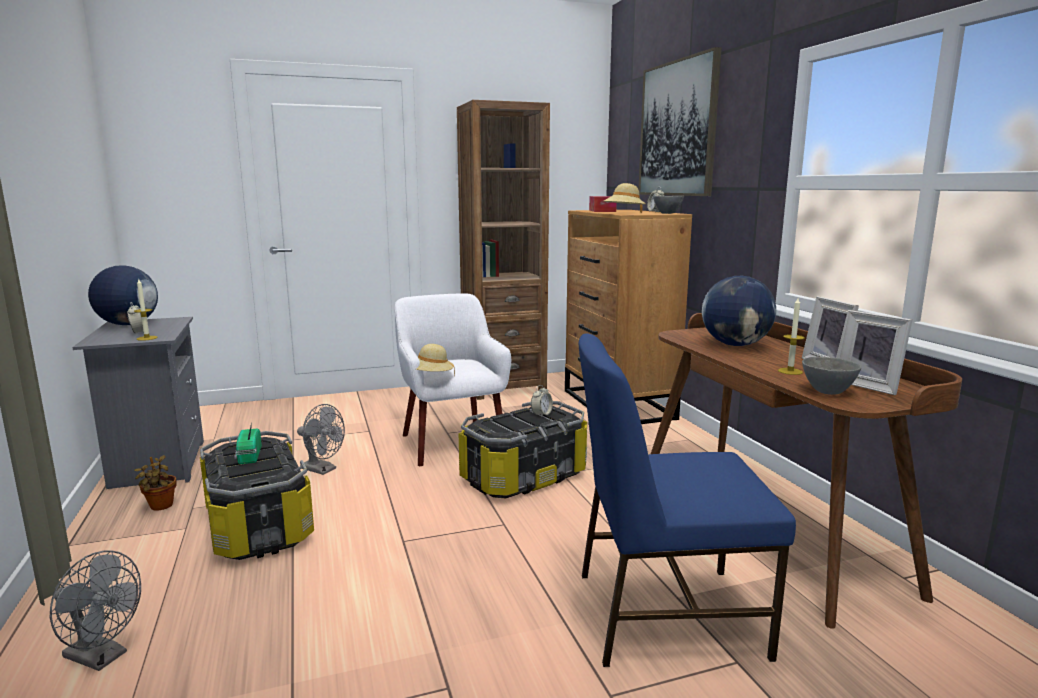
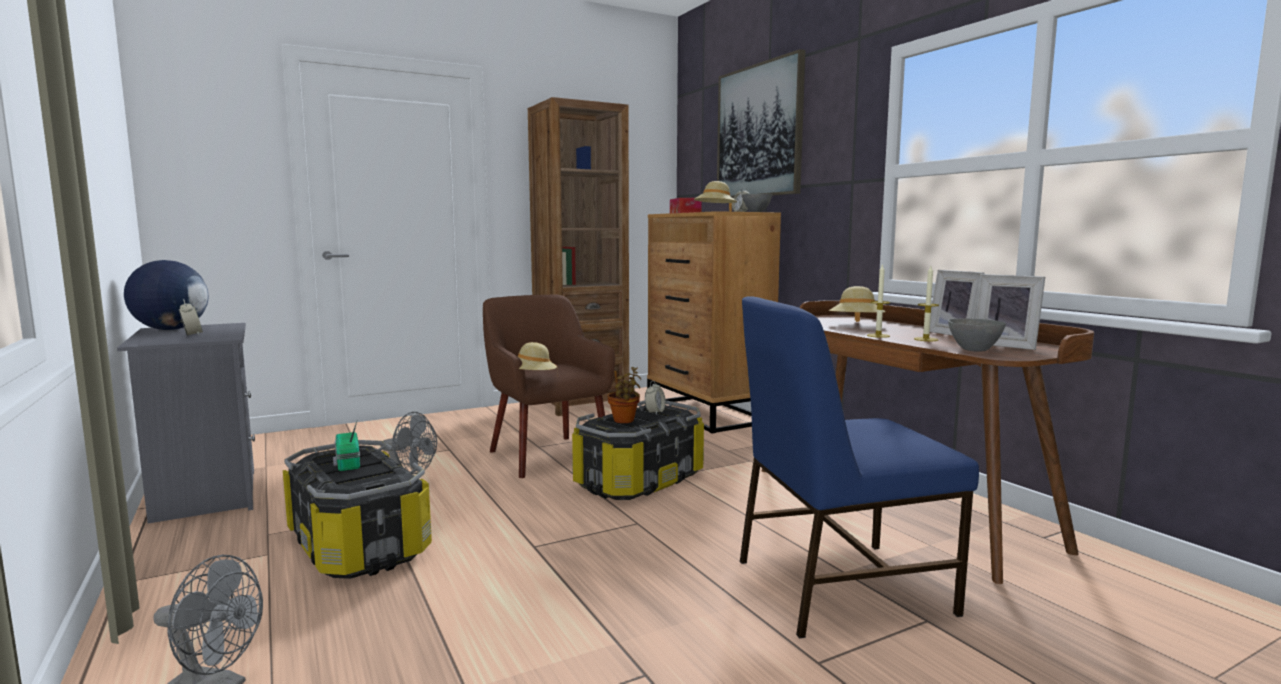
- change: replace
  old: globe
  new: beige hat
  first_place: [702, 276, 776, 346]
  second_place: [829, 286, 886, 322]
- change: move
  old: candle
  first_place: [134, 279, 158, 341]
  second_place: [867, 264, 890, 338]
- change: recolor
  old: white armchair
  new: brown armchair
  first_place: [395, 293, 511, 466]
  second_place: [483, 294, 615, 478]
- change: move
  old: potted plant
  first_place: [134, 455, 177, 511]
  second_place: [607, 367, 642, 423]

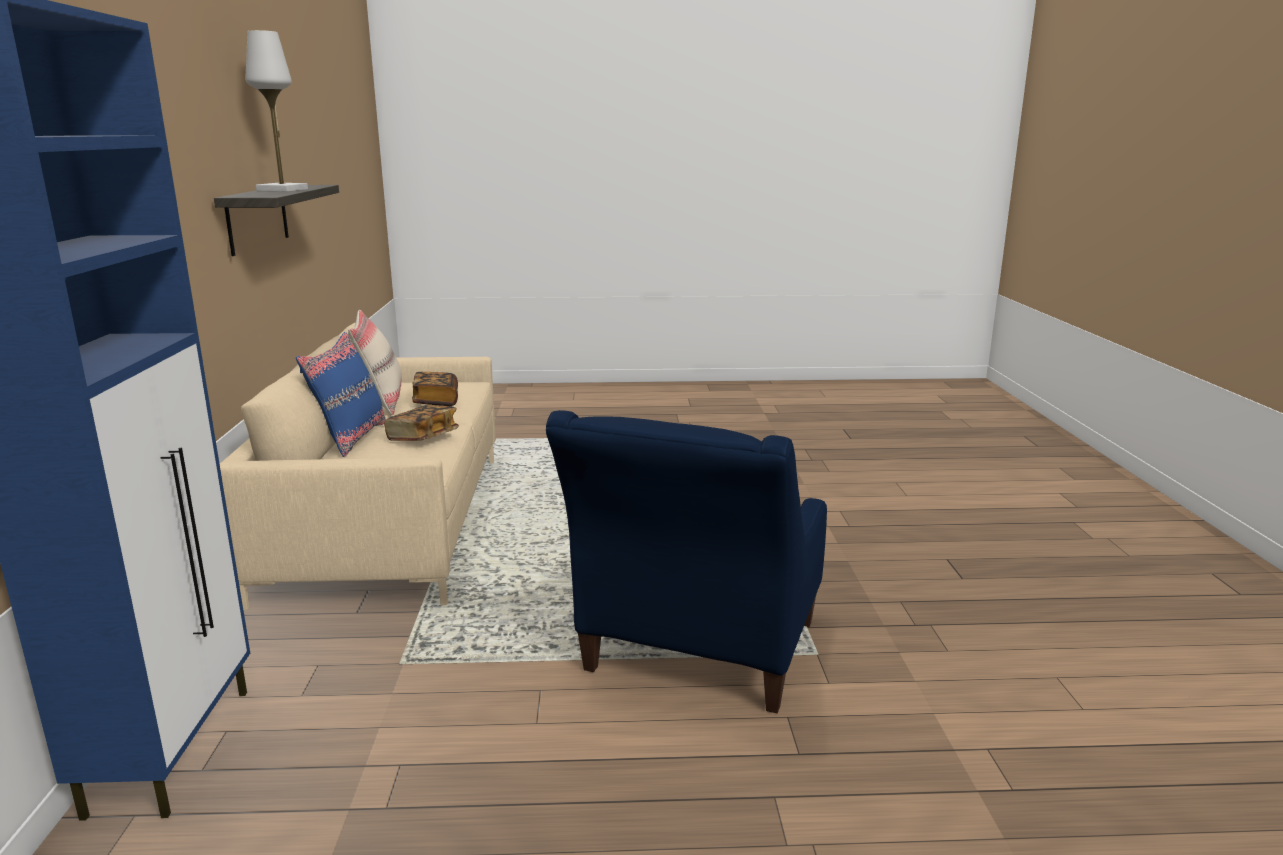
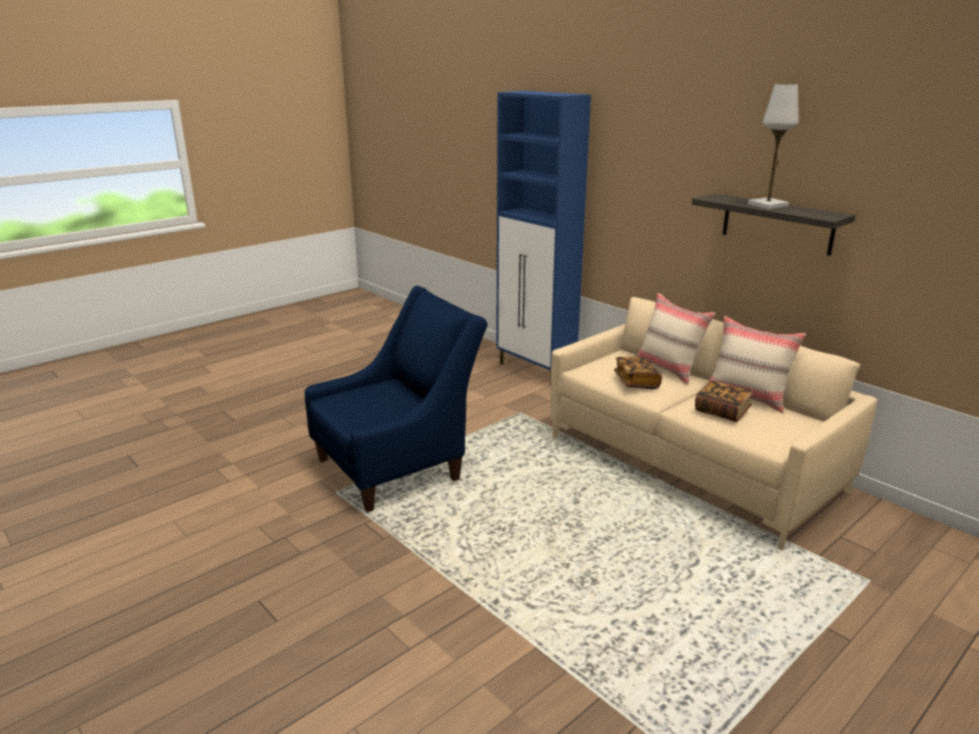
- change: recolor
  old: blue pillow
  new: beige pillow
  first_place: [296, 332, 386, 457]
  second_place: [636, 293, 715, 384]
- change: rotate
  old: blue armchair
  first_place: [546, 410, 827, 713]
  second_place: [305, 286, 488, 513]
  degrees: 75

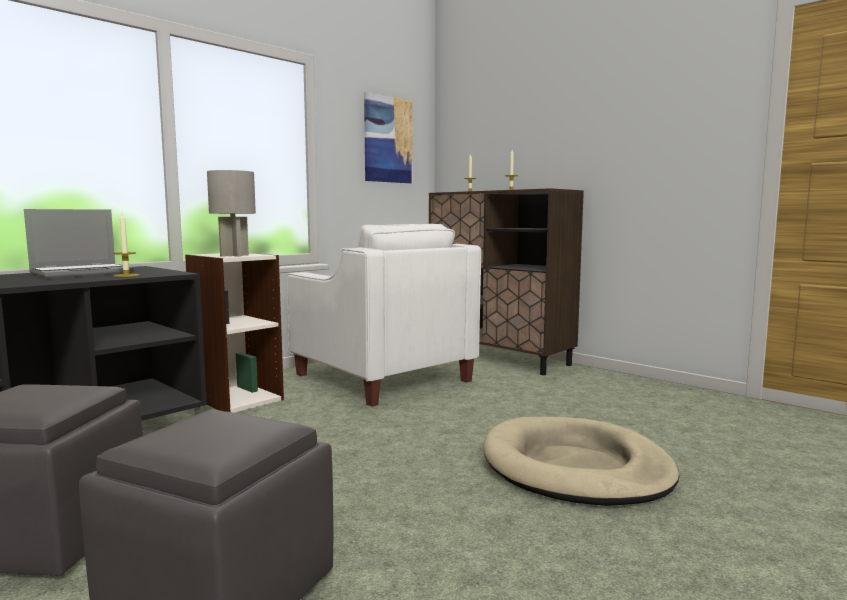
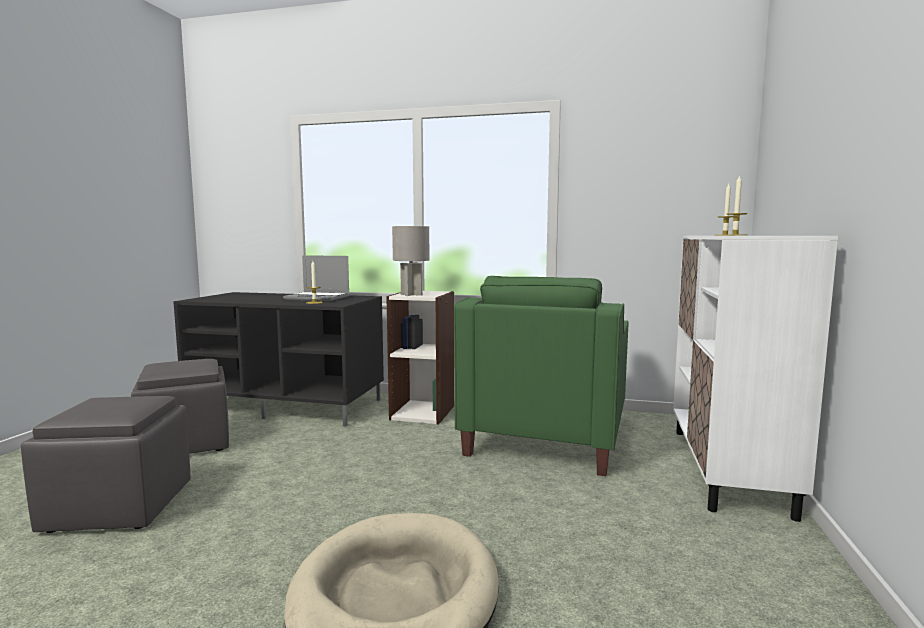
- change: delete
  old: picture
  first_place: [364, 92, 413, 183]
- change: recolor
  old: brown cabinet
  new: white cabinet
  first_place: [429, 188, 584, 375]
  second_place: [673, 236, 838, 522]
- change: recolor
  old: white armchair
  new: green armchair
  first_place: [286, 224, 481, 407]
  second_place: [454, 276, 629, 476]

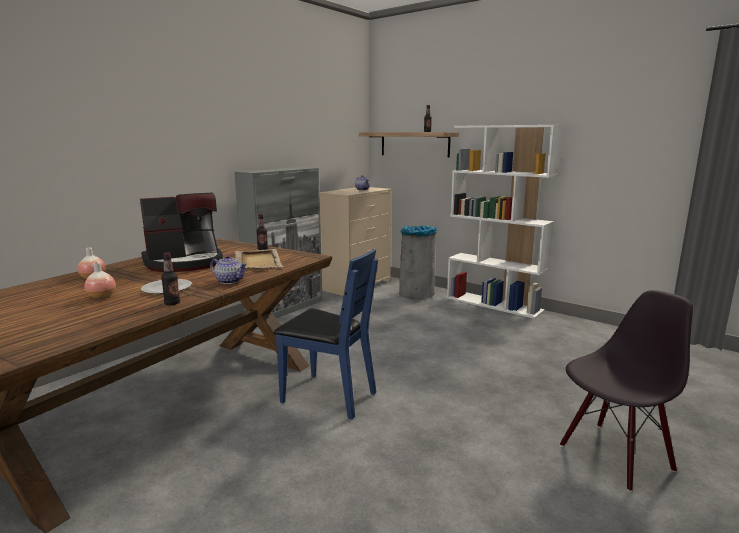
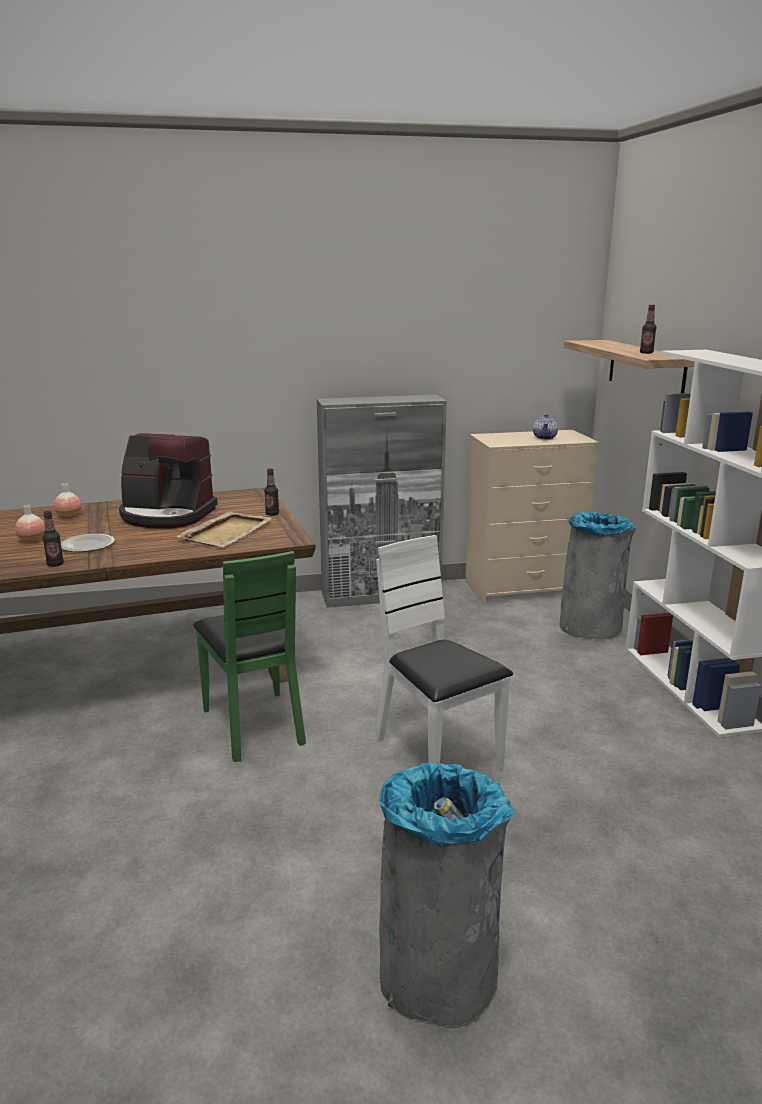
- change: recolor
  old: blue chair
  new: green chair
  first_place: [274, 249, 378, 419]
  second_place: [193, 551, 306, 762]
- change: delete
  old: teapot
  first_place: [210, 255, 247, 284]
- change: replace
  old: black chair
  new: grey trash can
  first_place: [560, 290, 693, 492]
  second_place: [379, 763, 515, 1026]
- change: insert
  new: white chair
  second_place: [375, 535, 513, 769]

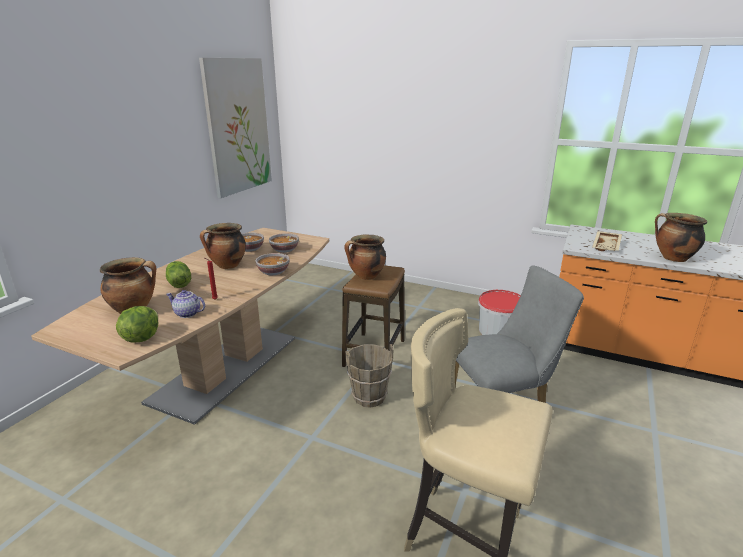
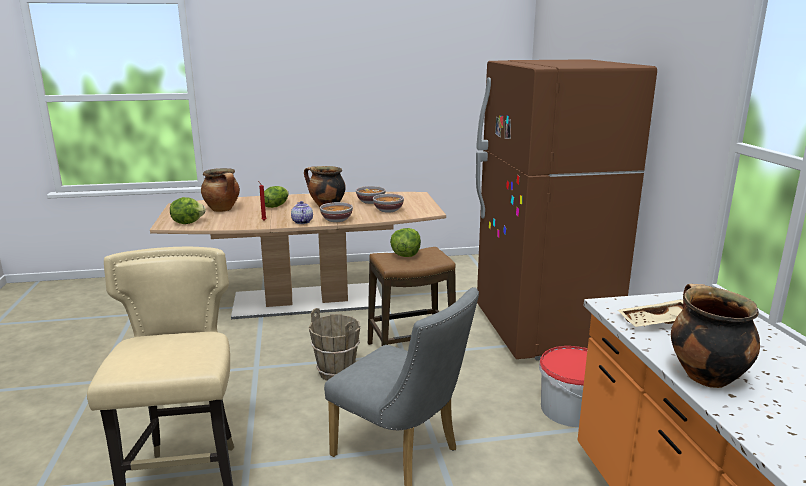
- change: delete
  old: picture
  first_place: [199, 58, 272, 198]
- change: replace
  old: cooking pot
  new: lettuce
  first_place: [344, 235, 386, 280]
  second_place: [390, 228, 421, 257]
- change: move
  old: teapot
  first_place: [166, 290, 205, 318]
  second_place: [291, 201, 313, 224]
- change: insert
  new: brown fridge
  second_place: [476, 59, 657, 361]

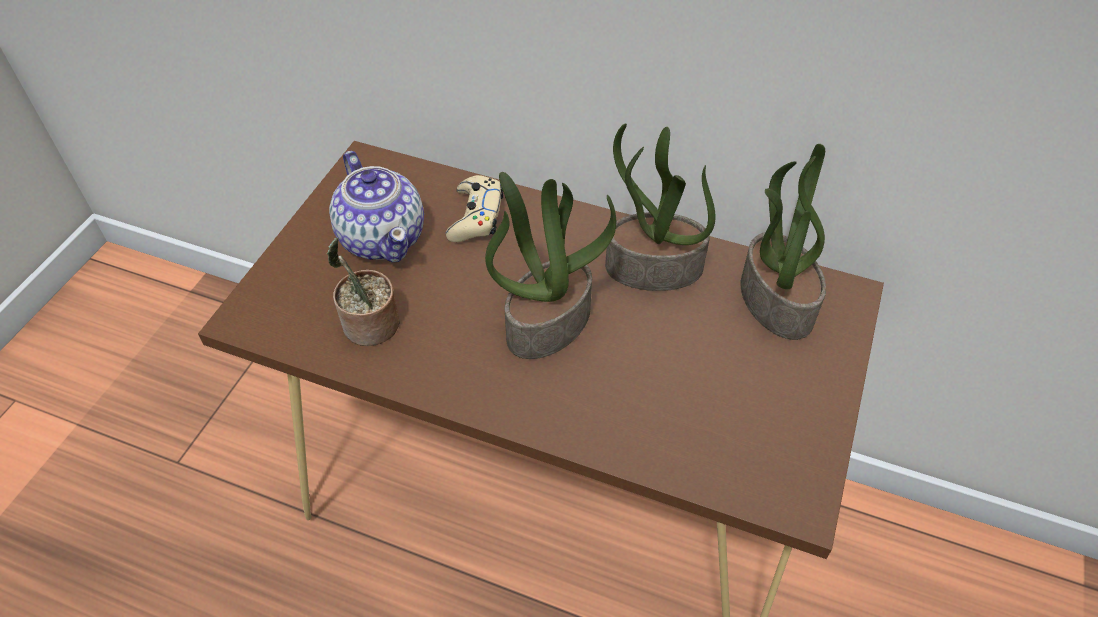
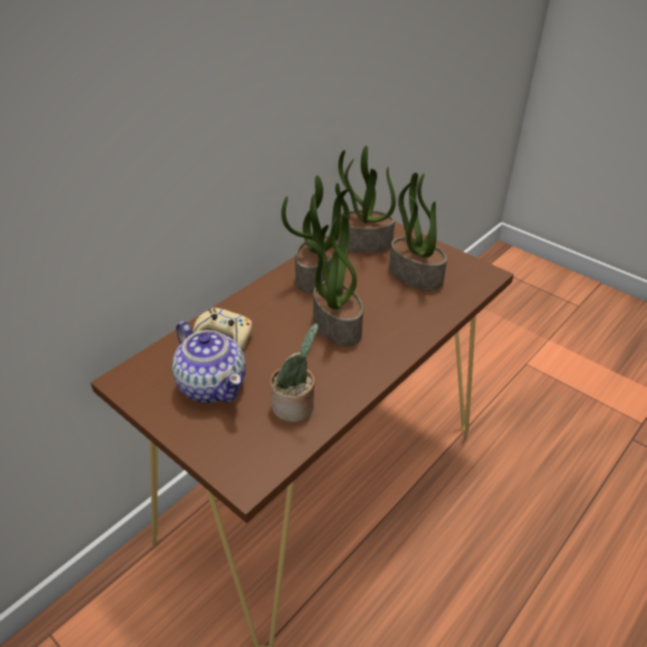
- change: rotate
  old: teapot
  first_place: [329, 151, 424, 262]
  second_place: [172, 321, 246, 403]
  degrees: 60
- change: insert
  new: potted plant
  second_place: [389, 172, 447, 290]

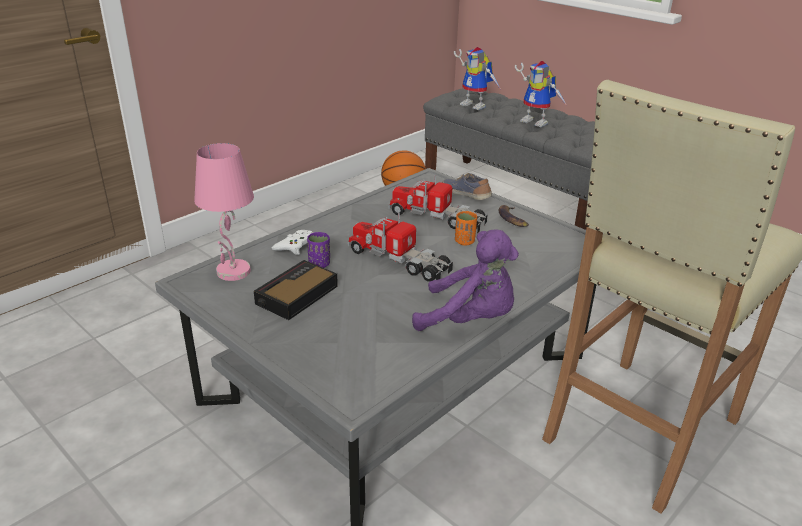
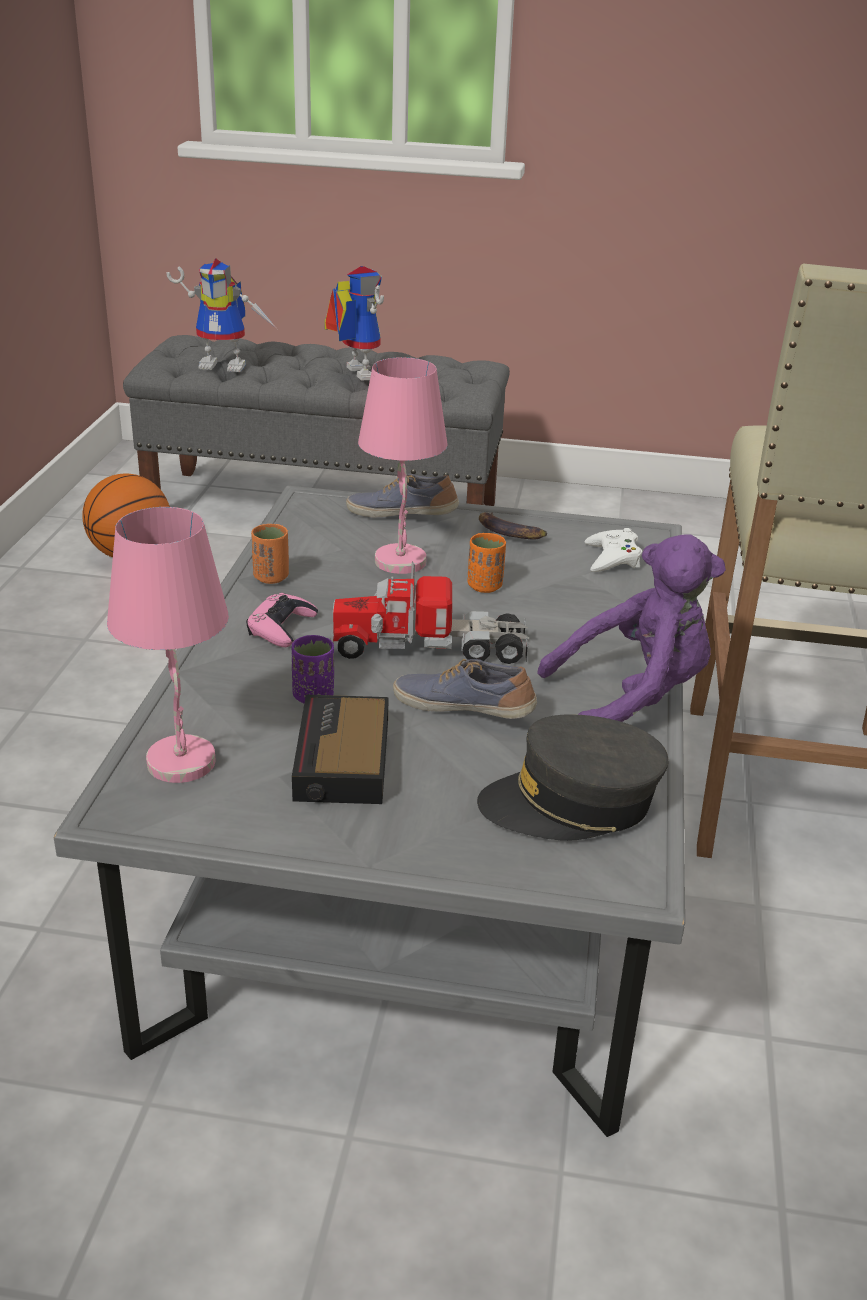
- change: rotate
  old: toy robot
  first_place: [515, 61, 567, 127]
  second_place: [324, 266, 384, 380]
  degrees: -120
- change: replace
  old: toy truck
  new: pink table lamp
  first_place: [388, 174, 488, 234]
  second_place: [358, 357, 448, 574]
- change: move
  old: white game controller
  first_place: [272, 230, 313, 255]
  second_place: [585, 528, 642, 572]
- change: insert
  new: orange cup
  second_place: [251, 524, 289, 584]
- change: insert
  new: pink game controller
  second_place: [246, 593, 318, 647]
- change: insert
  new: shoe
  second_place: [393, 659, 537, 719]
- change: insert
  new: grey cap
  second_place: [477, 714, 668, 841]

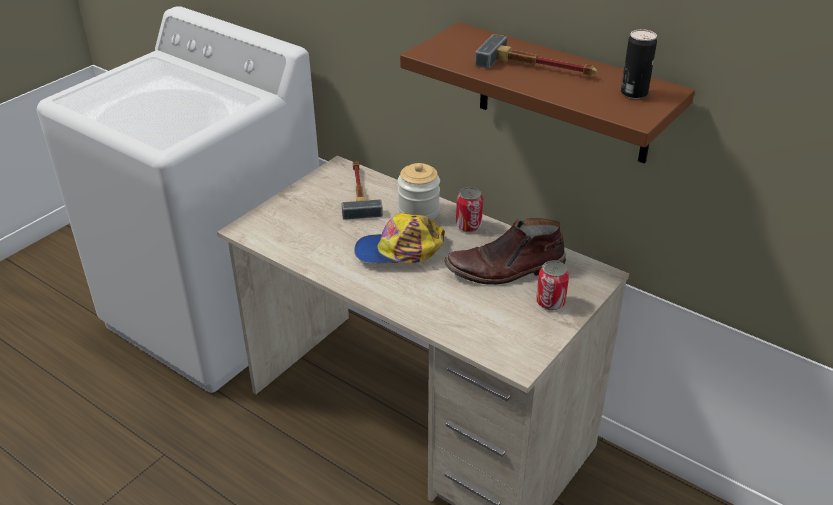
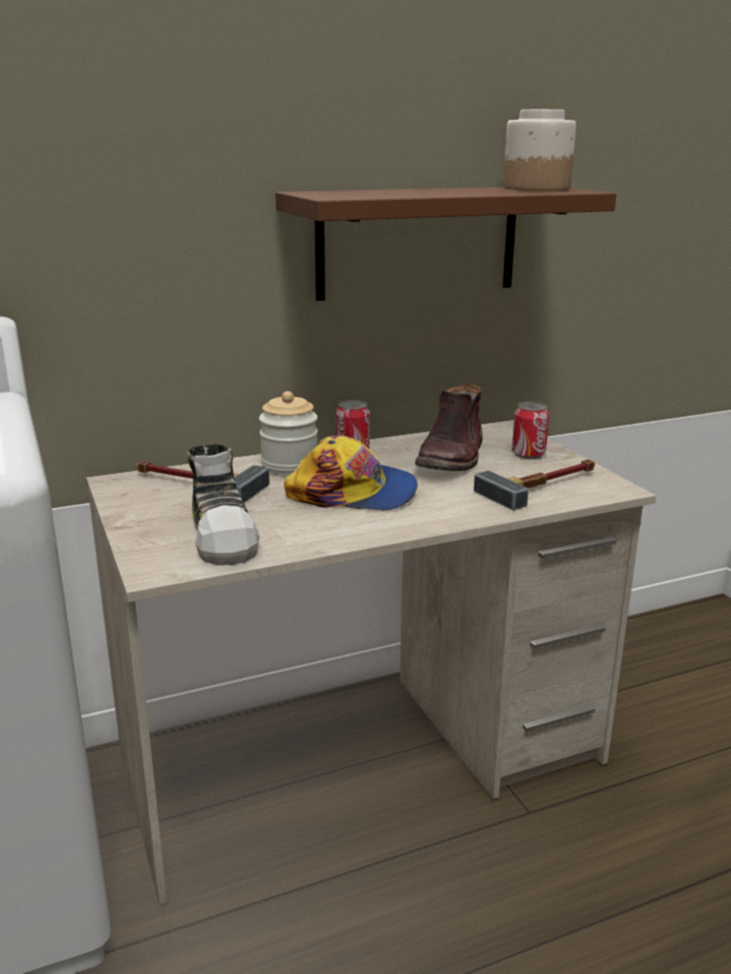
- change: replace
  old: can
  new: jar
  first_place: [621, 29, 657, 99]
  second_place: [503, 109, 576, 191]
- change: move
  old: hammer
  first_place: [475, 34, 597, 76]
  second_place: [474, 459, 595, 510]
- change: rotate
  old: cap
  first_place: [355, 213, 445, 263]
  second_place: [284, 435, 418, 510]
  degrees: -105
- change: insert
  new: shoe
  second_place: [187, 445, 260, 565]

